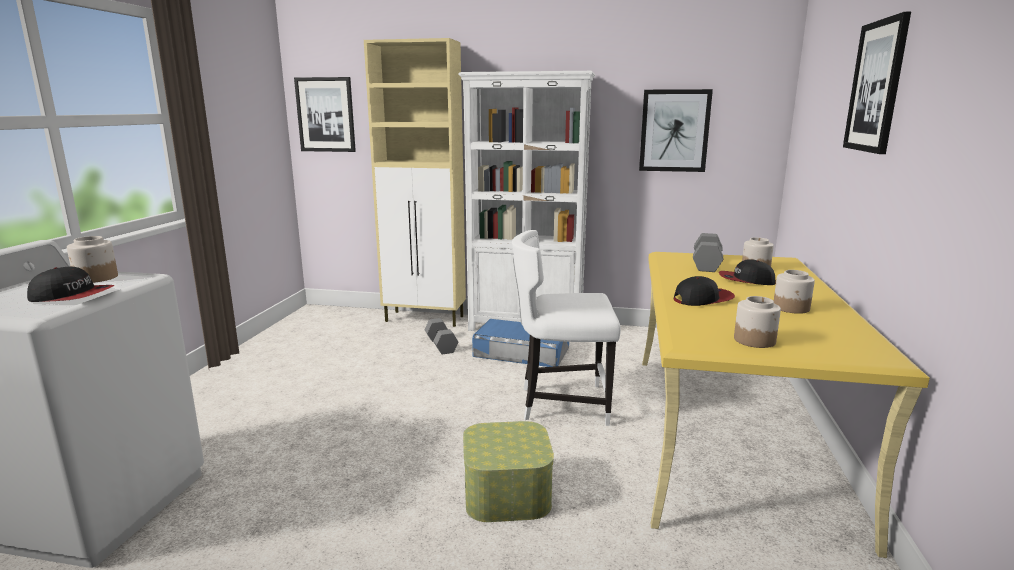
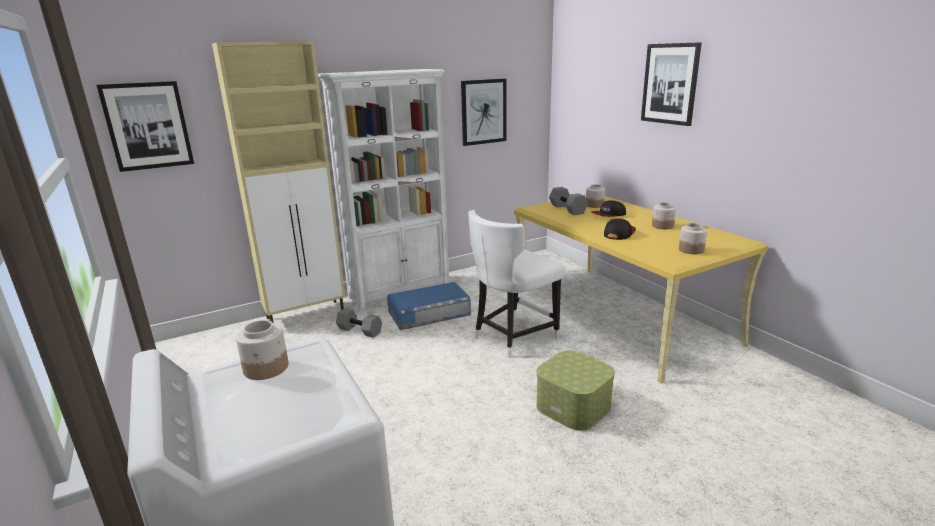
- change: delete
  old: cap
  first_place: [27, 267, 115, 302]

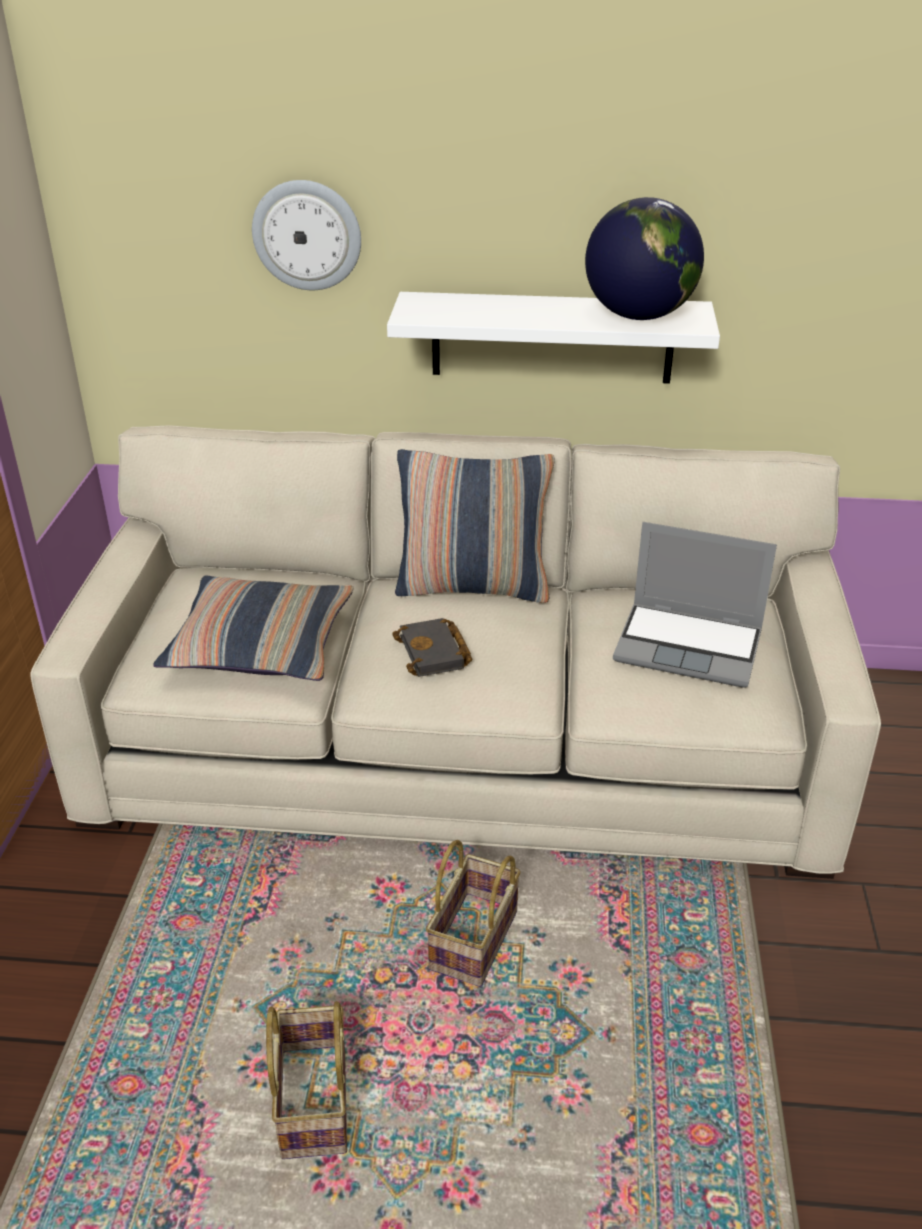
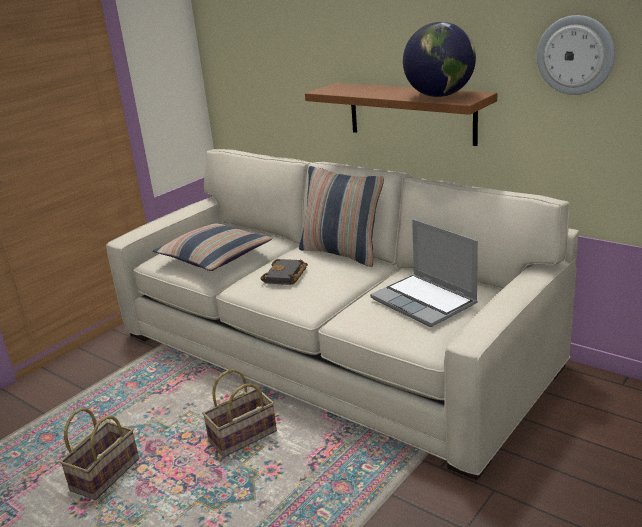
- change: move
  old: wall clock
  first_place: [252, 180, 361, 290]
  second_place: [537, 15, 615, 95]
- change: recolor
  old: white shelf
  new: brown shelf
  first_place: [387, 292, 720, 384]
  second_place: [305, 83, 497, 146]

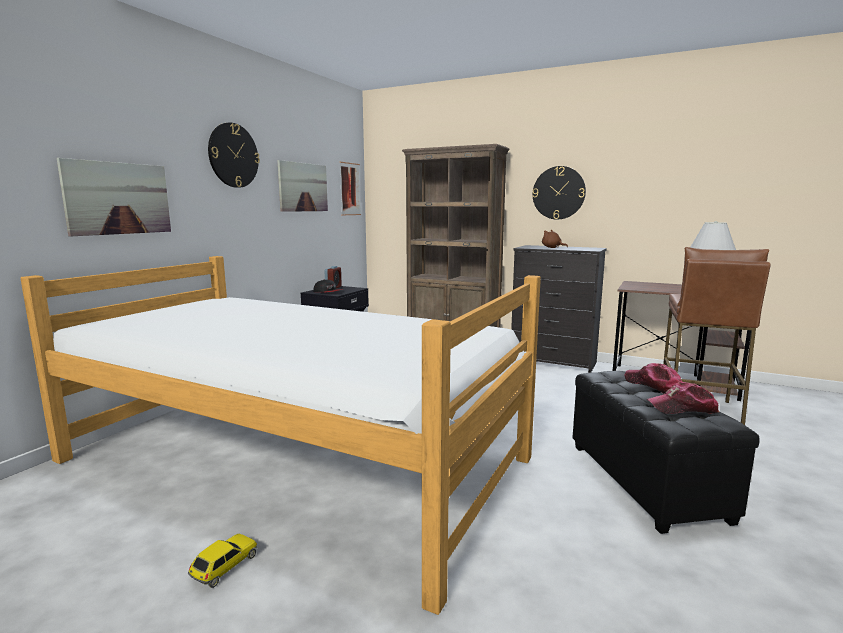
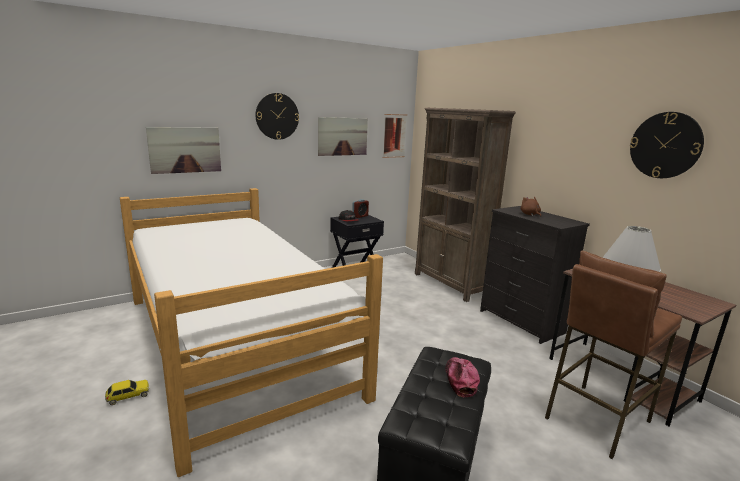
- change: move
  old: wall clock
  first_place: [533, 166, 586, 220]
  second_place: [630, 112, 704, 178]
- change: delete
  old: cap
  first_place: [647, 382, 719, 414]

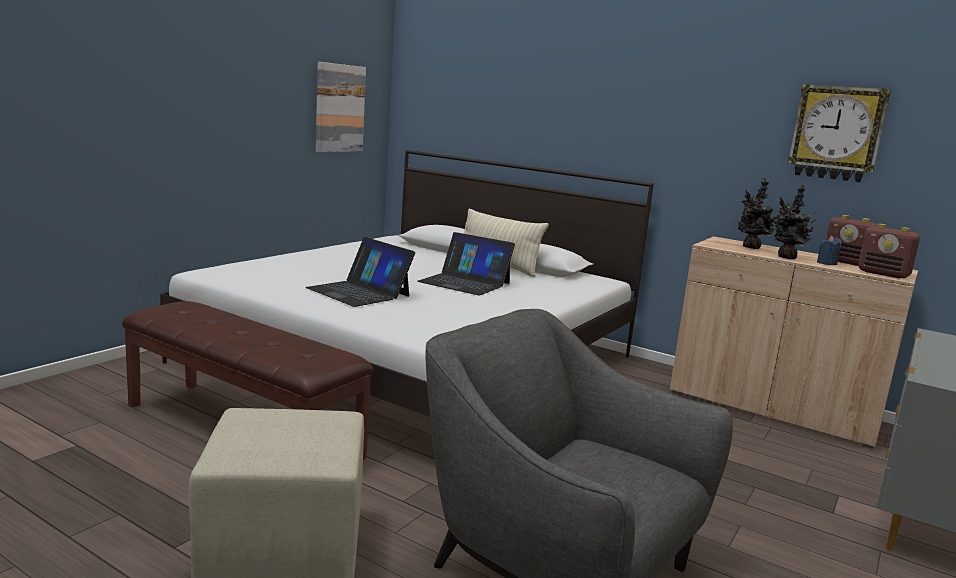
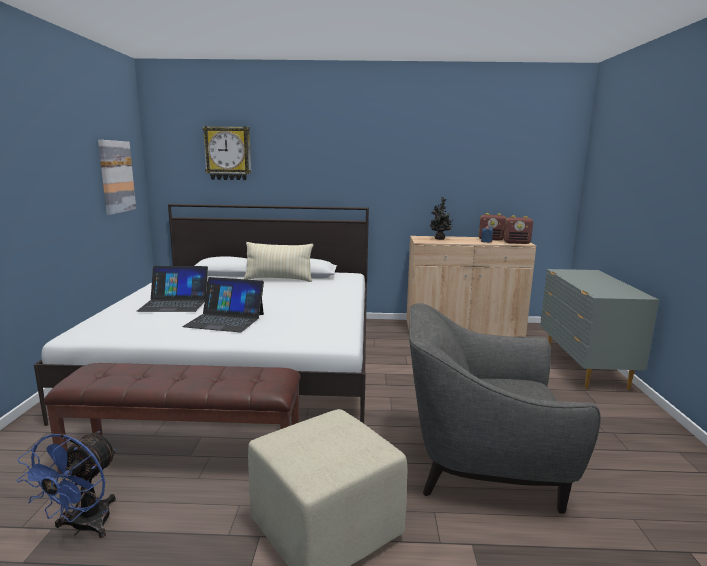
- change: move
  old: wall clock
  first_place: [788, 84, 891, 182]
  second_place: [203, 126, 251, 180]
- change: delete
  old: potted plant
  first_place: [771, 184, 817, 259]
- change: move
  old: laptop
  first_place: [417, 232, 515, 296]
  second_place: [137, 266, 208, 312]
- change: insert
  new: blue fan
  second_place: [16, 431, 117, 538]

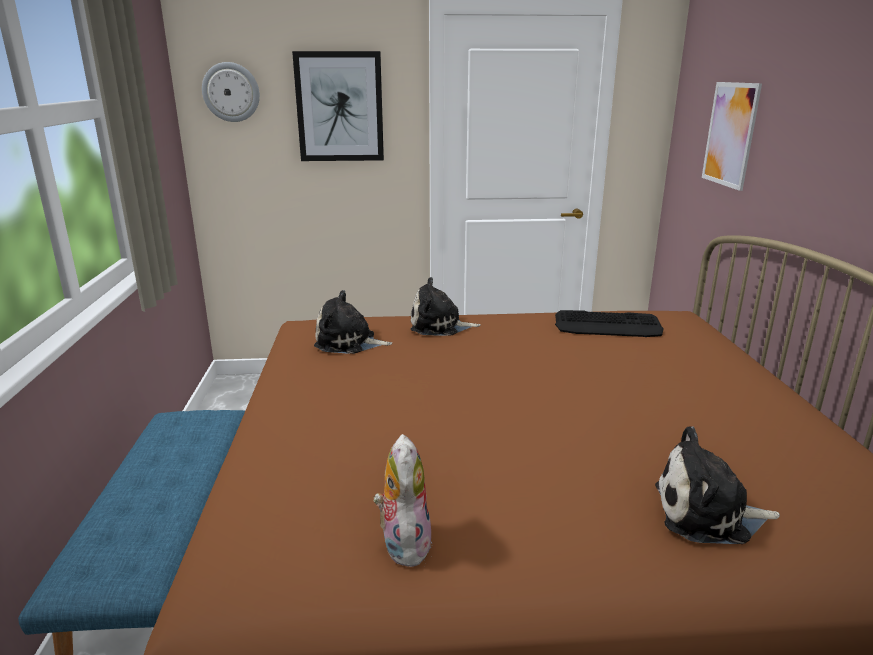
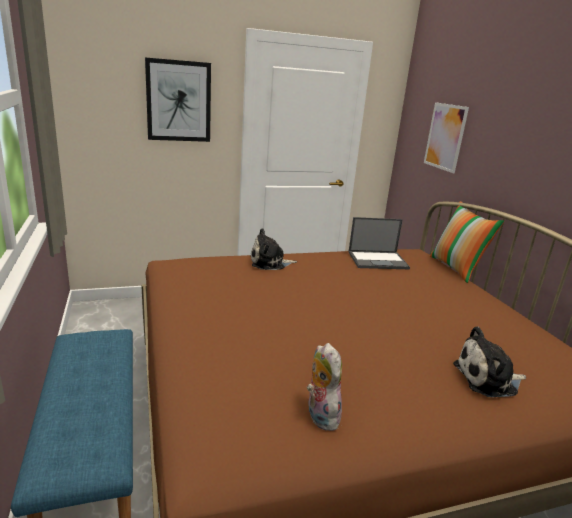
- change: delete
  old: wall clock
  first_place: [202, 62, 260, 122]
- change: delete
  old: plush toy
  first_place: [314, 290, 392, 354]
- change: replace
  old: keyboard
  new: laptop
  first_place: [555, 310, 664, 337]
  second_place: [348, 217, 410, 270]
- change: insert
  new: pillow
  second_place: [430, 201, 505, 283]

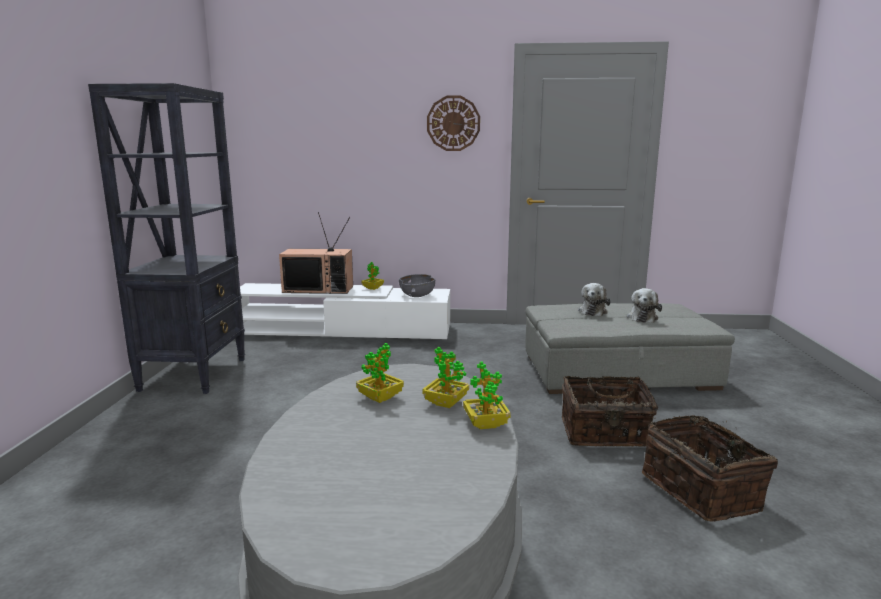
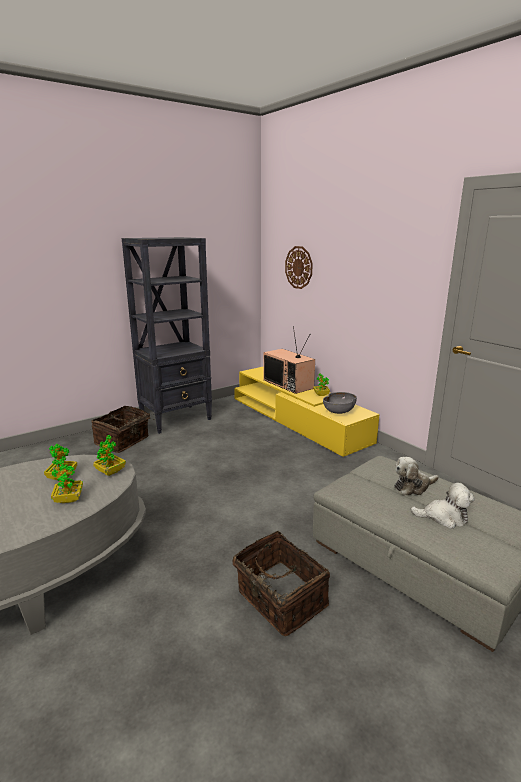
- change: move
  old: wall clock
  first_place: [427, 95, 480, 151]
  second_place: [285, 246, 313, 289]
- change: recolor
  old: white tv stand
  new: yellow tv stand
  first_place: [240, 283, 450, 340]
  second_place: [234, 367, 379, 457]
- change: rotate
  old: plush toy
  first_place: [627, 288, 662, 323]
  second_place: [411, 482, 475, 529]
  degrees: -150
- change: move
  old: potted plant
  first_place: [463, 361, 511, 429]
  second_place: [93, 435, 126, 476]
- change: move
  old: basket
  first_place: [642, 415, 778, 521]
  second_place: [91, 406, 154, 453]

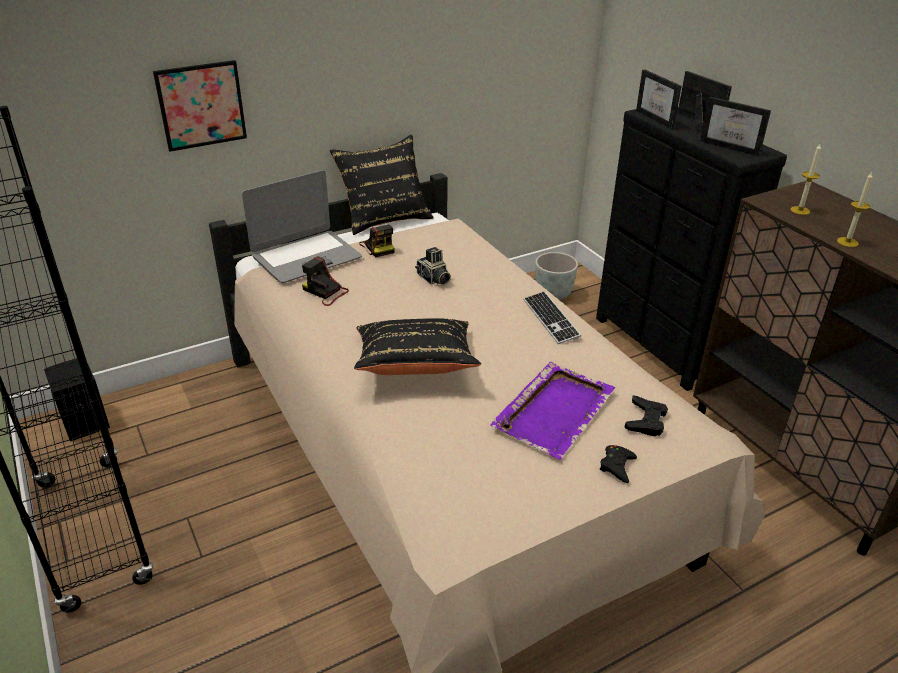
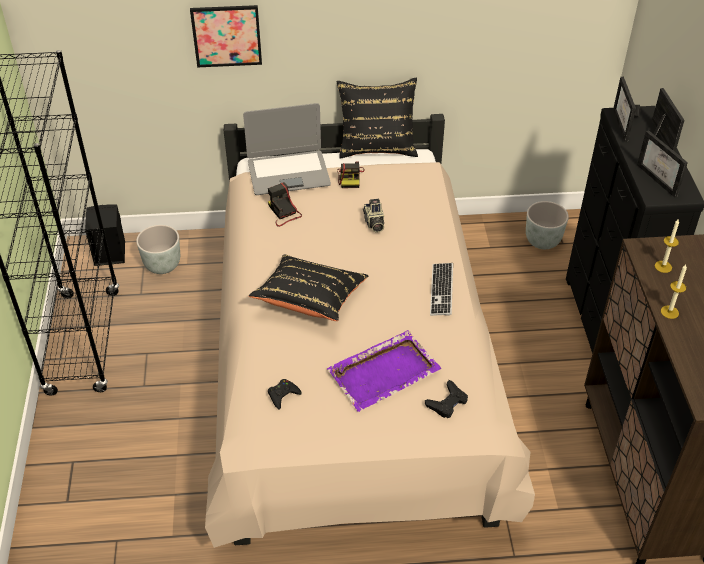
- change: move
  old: black game controller
  first_place: [600, 445, 637, 483]
  second_place: [268, 379, 302, 410]
- change: insert
  new: grey planter
  second_place: [136, 225, 180, 274]

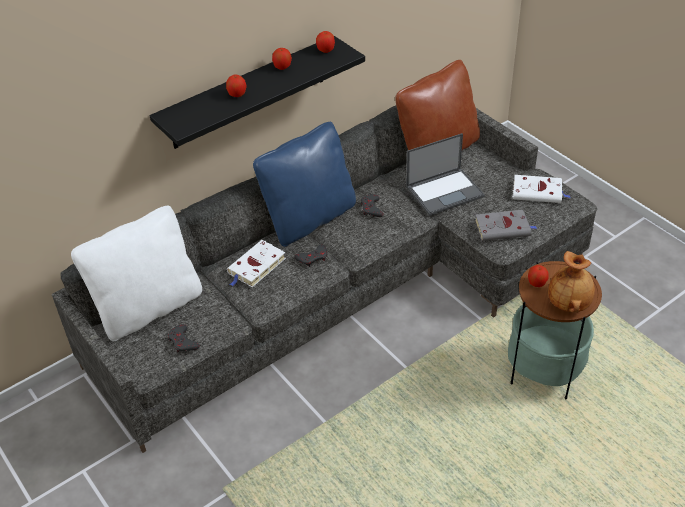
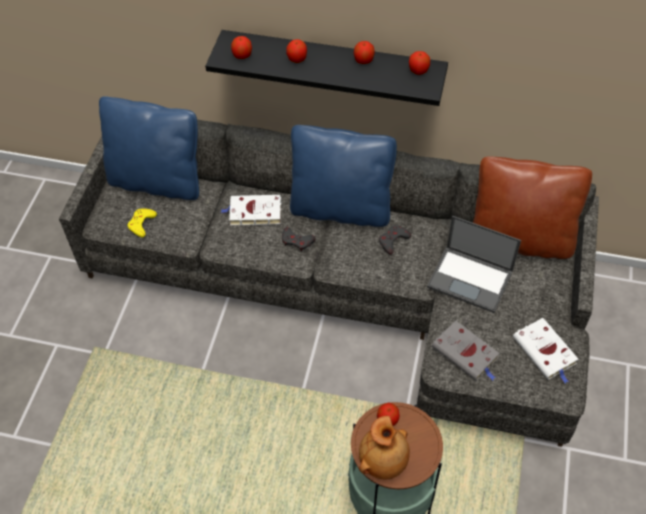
- change: recolor
  old: white pillow
  new: blue pillow
  first_place: [71, 206, 202, 341]
  second_place: [99, 96, 199, 200]
- change: recolor
  old: grey game controller
  new: yellow game controller
  first_place: [168, 324, 200, 352]
  second_place: [128, 209, 157, 237]
- change: insert
  new: apple
  second_place: [231, 36, 252, 59]

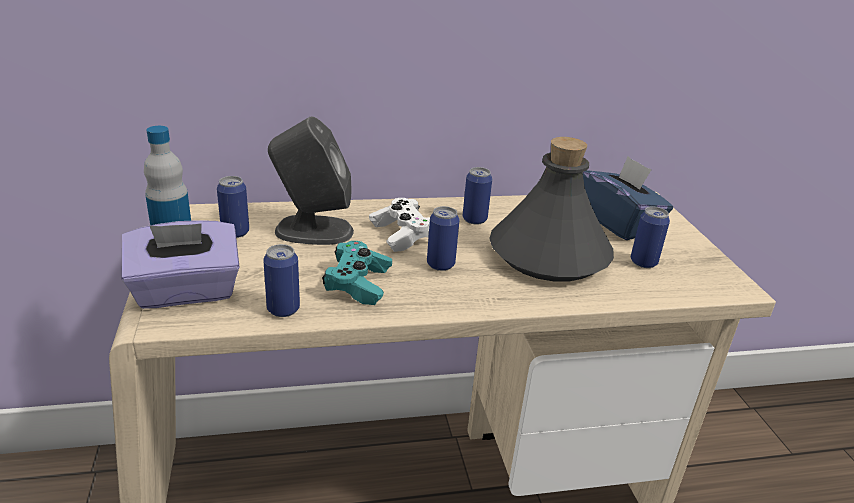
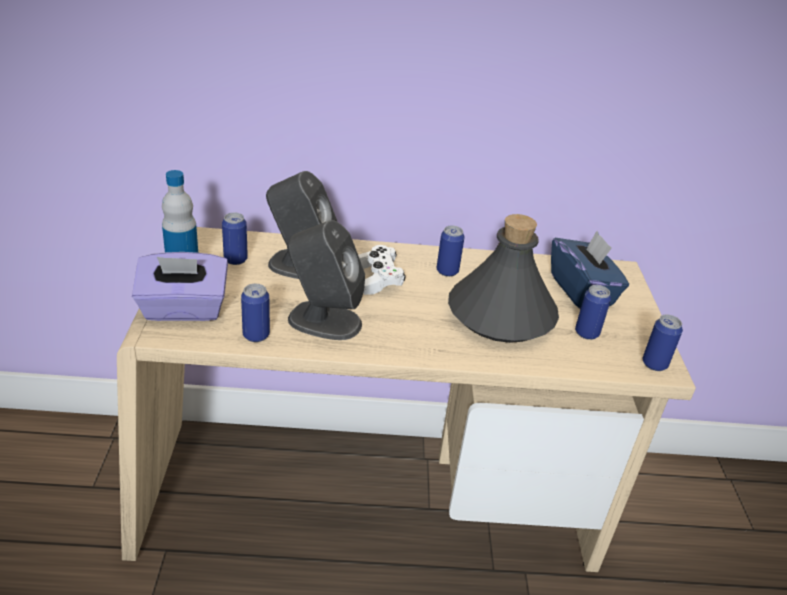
- change: move
  old: can
  first_place: [427, 206, 460, 271]
  second_place: [642, 315, 683, 371]
- change: replace
  old: turquoise game controller
  new: grey speaker
  first_place: [322, 241, 392, 305]
  second_place: [287, 220, 365, 340]

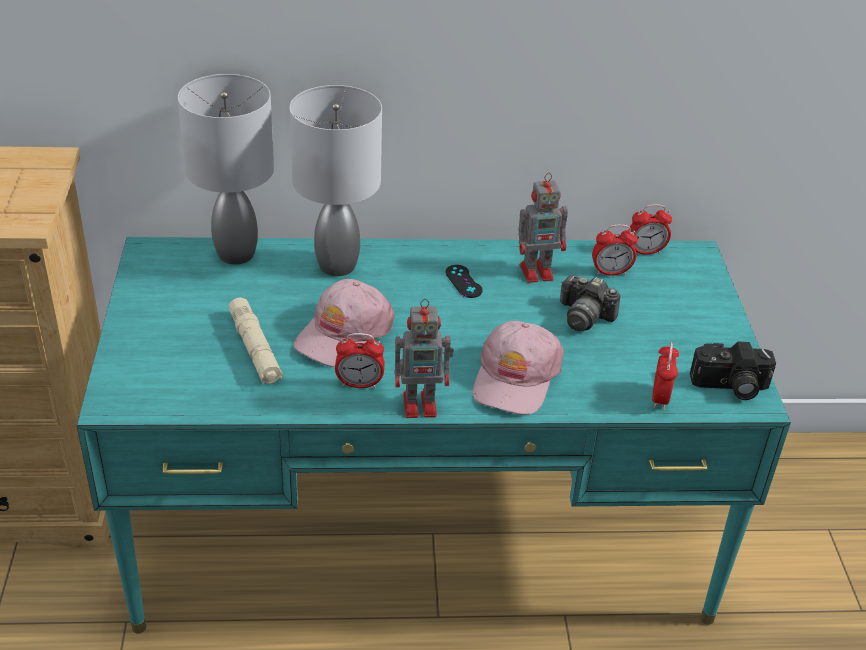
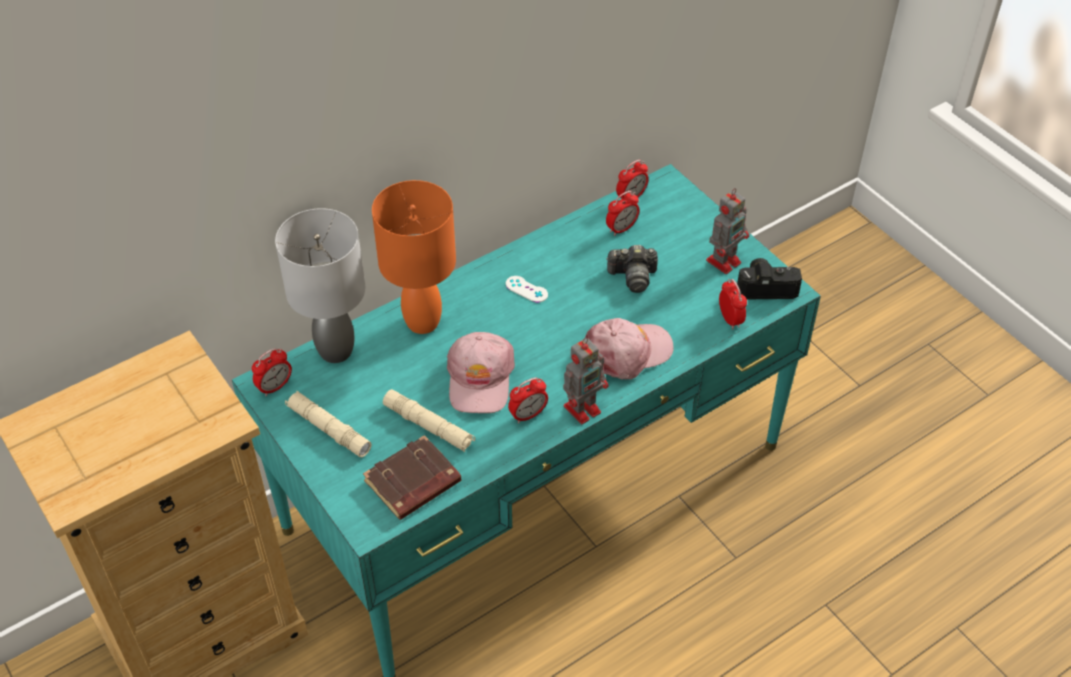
- change: recolor
  old: grey table lamp
  new: orange table lamp
  first_place: [290, 85, 382, 276]
  second_place: [372, 180, 456, 334]
- change: move
  old: toy robot
  first_place: [519, 173, 568, 283]
  second_place: [706, 188, 749, 274]
- change: recolor
  old: black game controller
  new: white game controller
  first_place: [445, 265, 483, 298]
  second_place: [506, 276, 548, 303]
- change: rotate
  old: pink cap
  first_place: [473, 321, 564, 415]
  second_place: [585, 318, 674, 380]
  degrees: -105
- change: rotate
  old: photo camera
  first_place: [690, 342, 776, 400]
  second_place: [737, 258, 802, 299]
  degrees: -150
- change: insert
  new: alarm clock
  second_place: [252, 348, 292, 396]
- change: insert
  new: beige flashlight
  second_place: [285, 391, 372, 457]
- change: insert
  new: brown book
  second_place: [363, 435, 461, 520]

